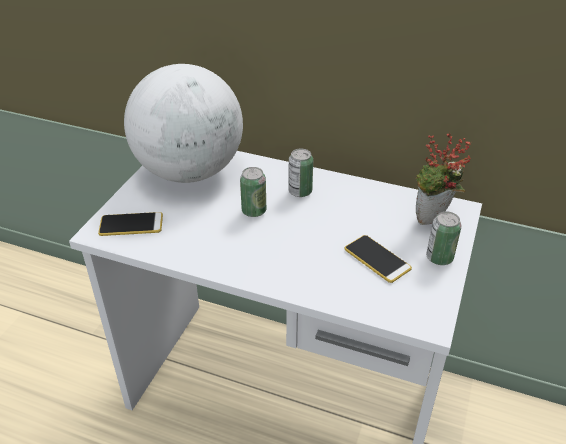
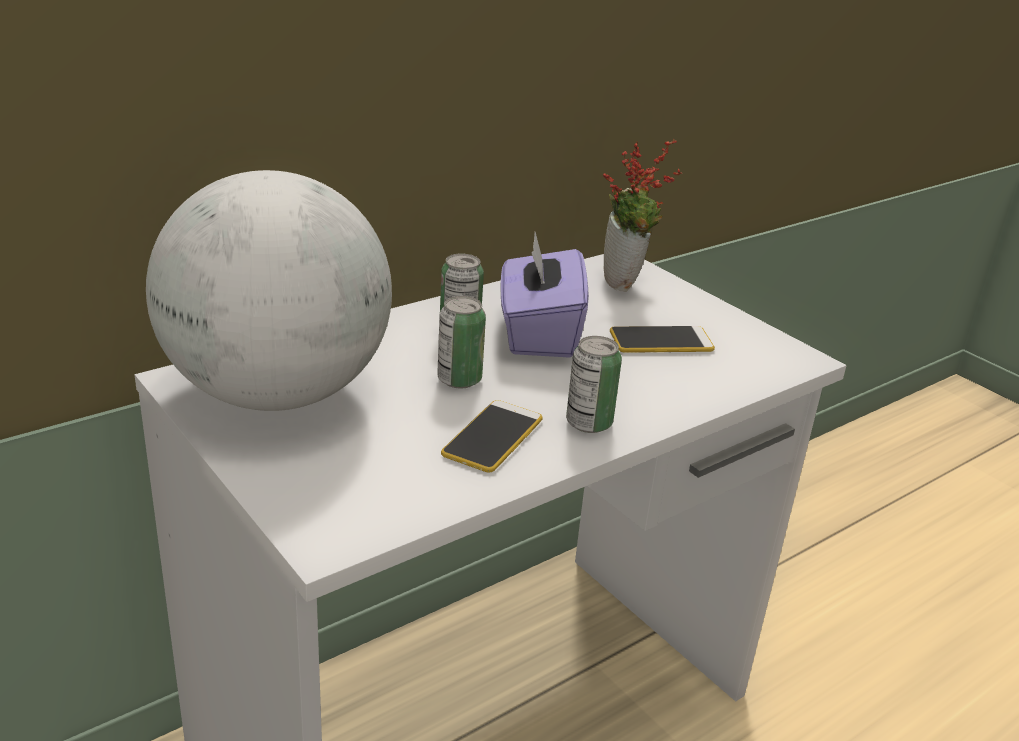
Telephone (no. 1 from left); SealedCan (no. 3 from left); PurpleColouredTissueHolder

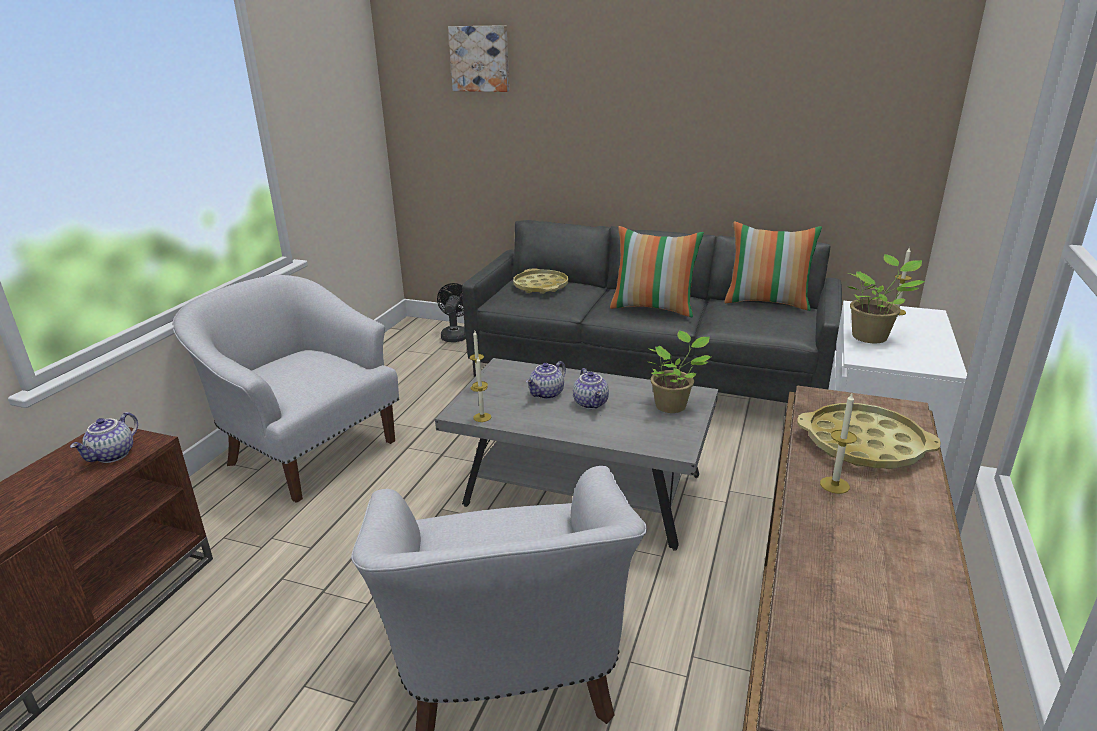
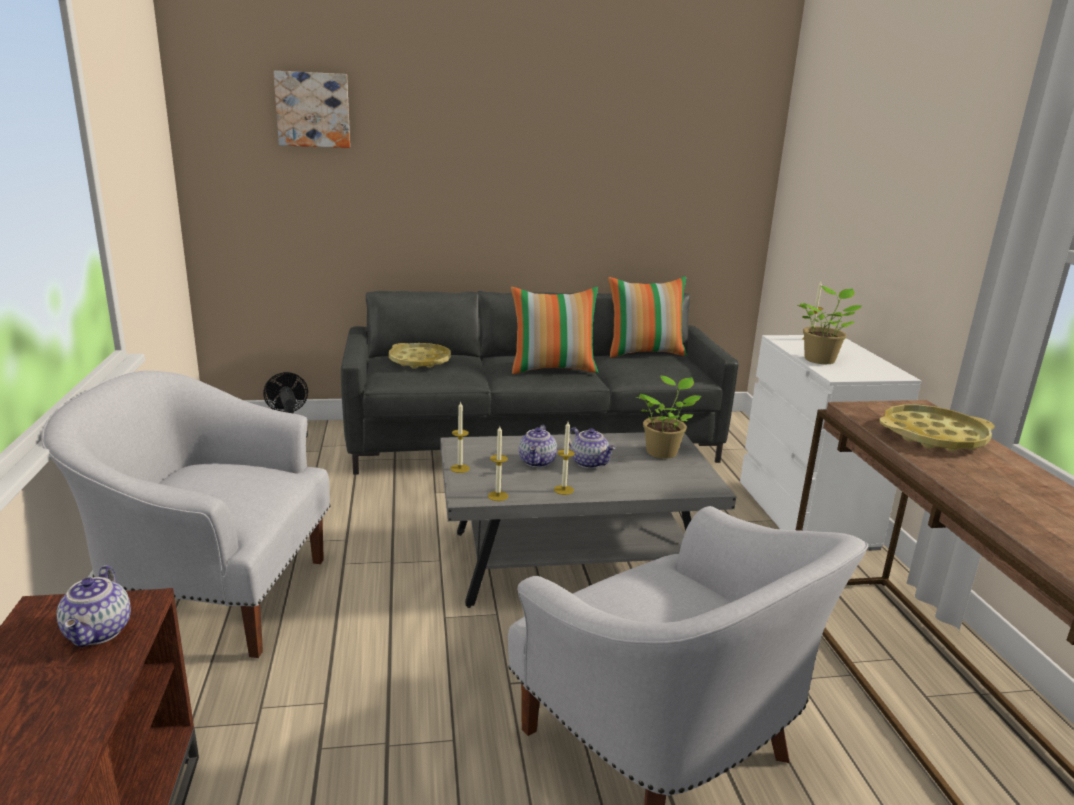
WaxLight (no. 3 from left)

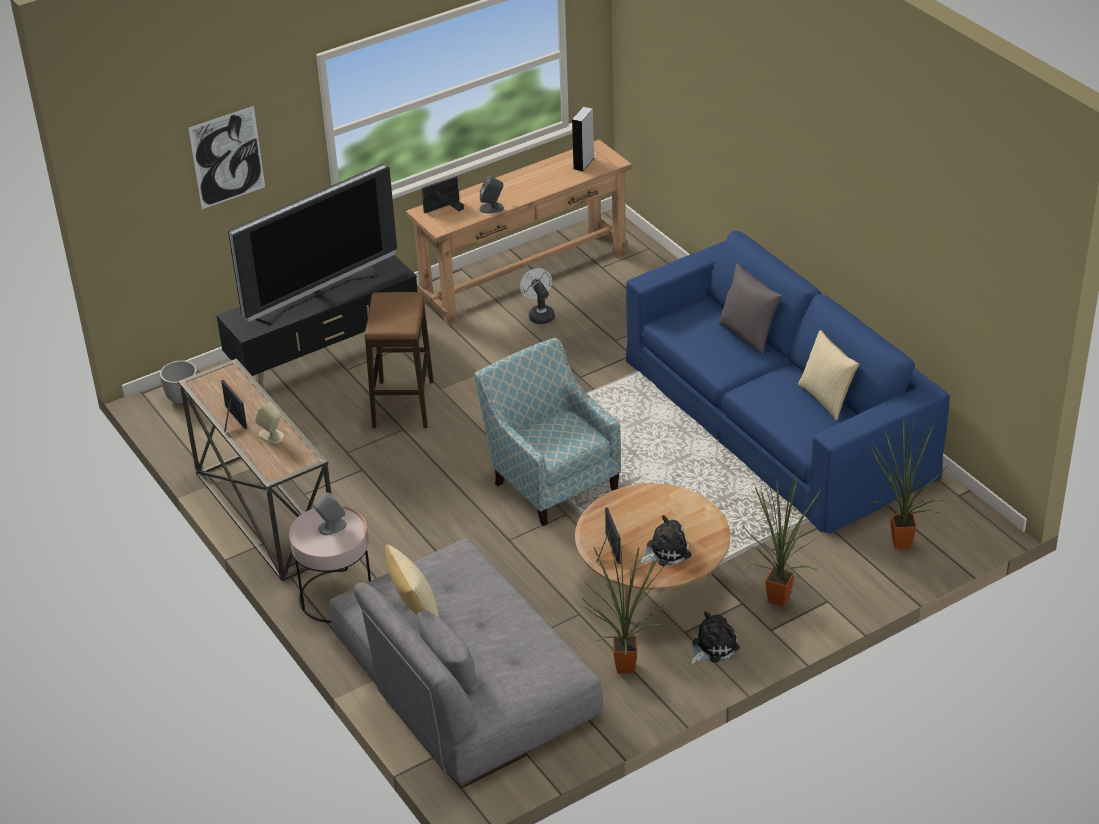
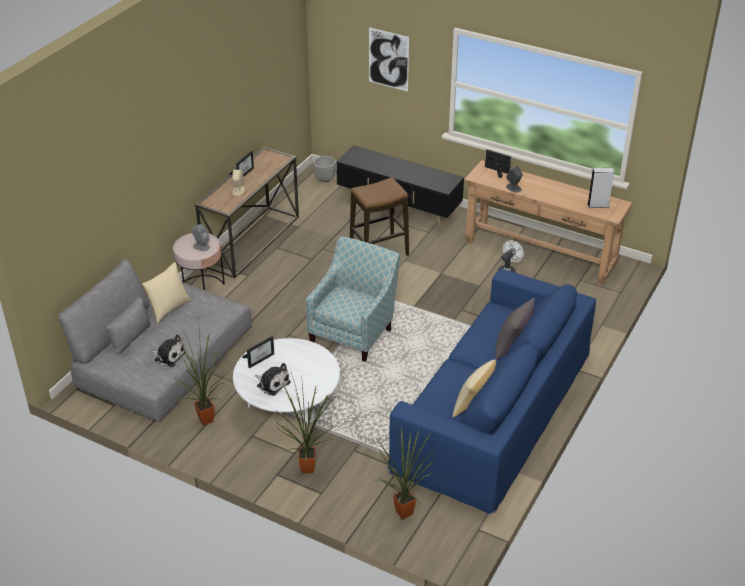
Television; WhitishCoffeeTable; PlushToy (no. 1 from left)

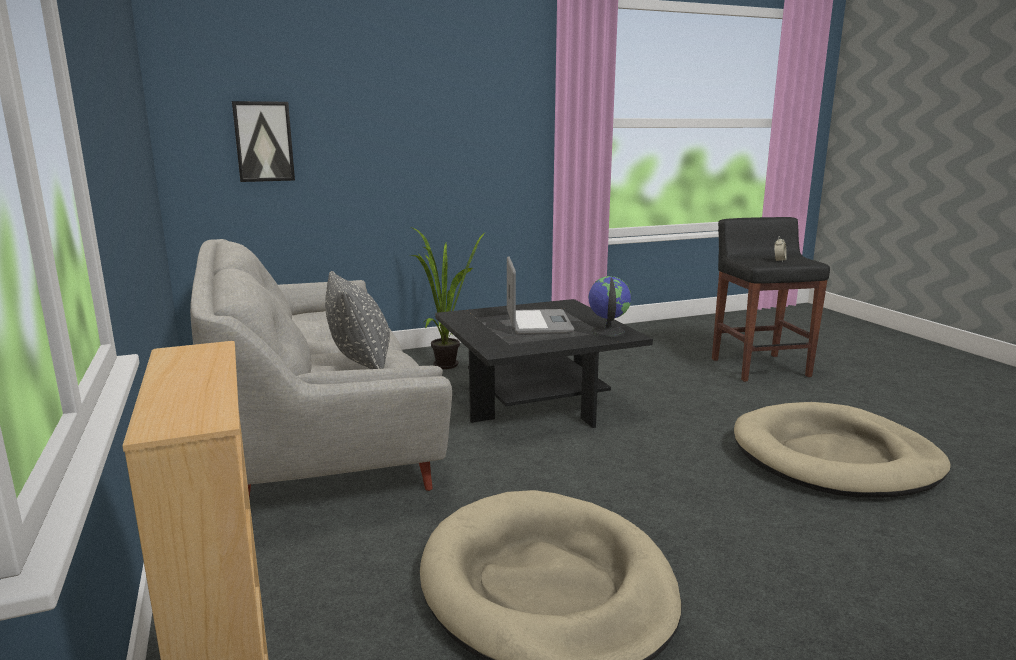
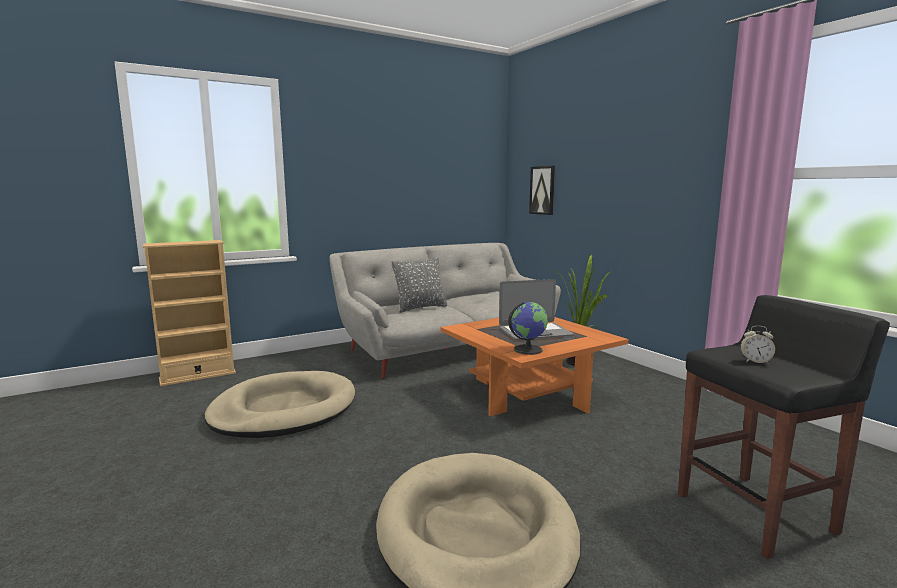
OrangeyCoffeeTable

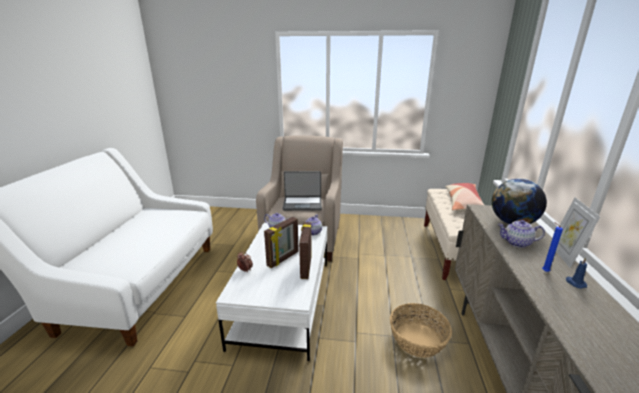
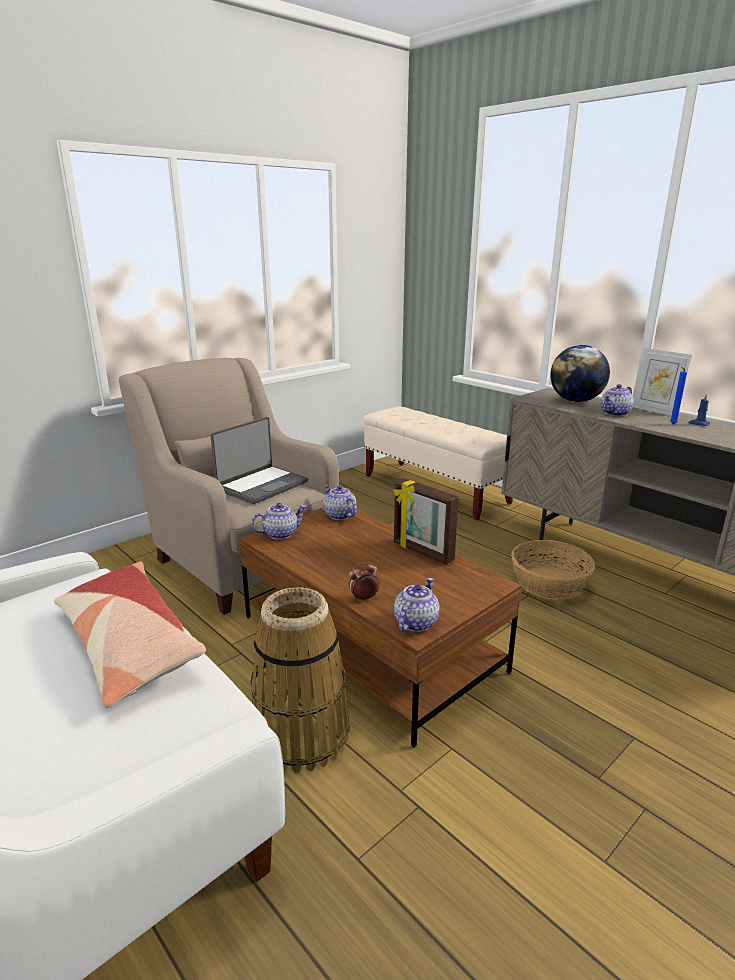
BrownishCoffeeTable; PictureFrame (no. 1 from left in the first image); ThrowPillow; Basket (no. 1 from left); Teapot (no. 3 from left)

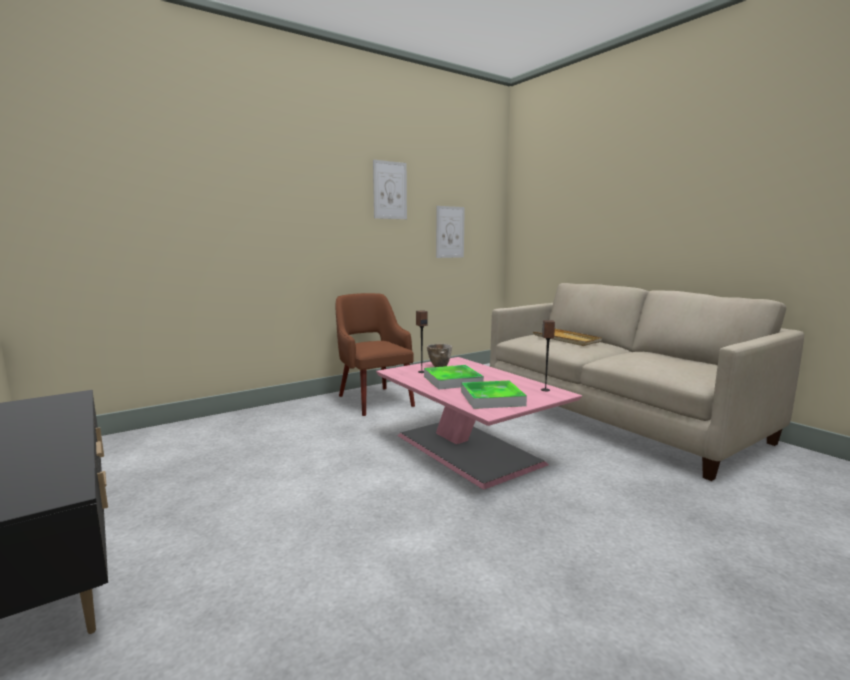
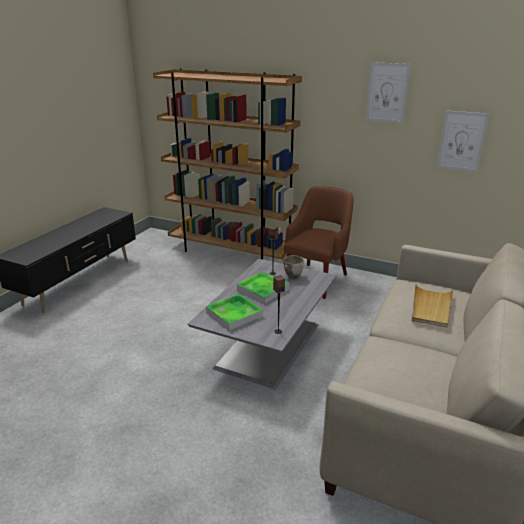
GreyCoffeeTable; BrownishBookshelf

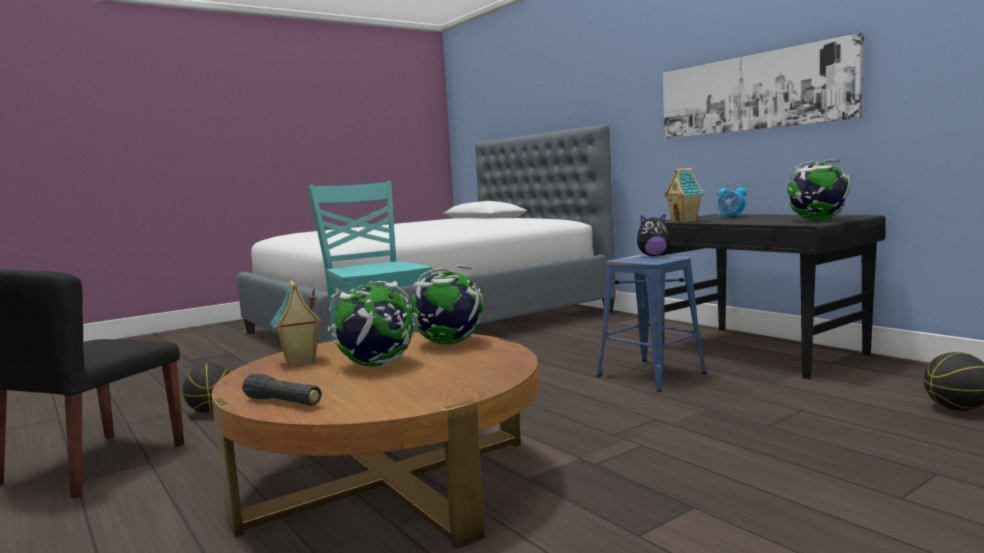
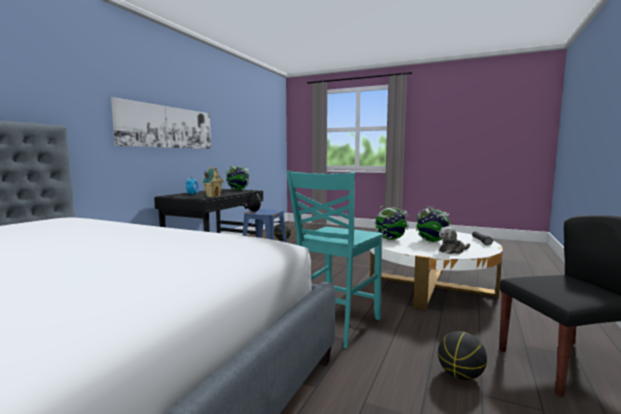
WhitishCoffeeTable; PlushToy (no. 2 from left)

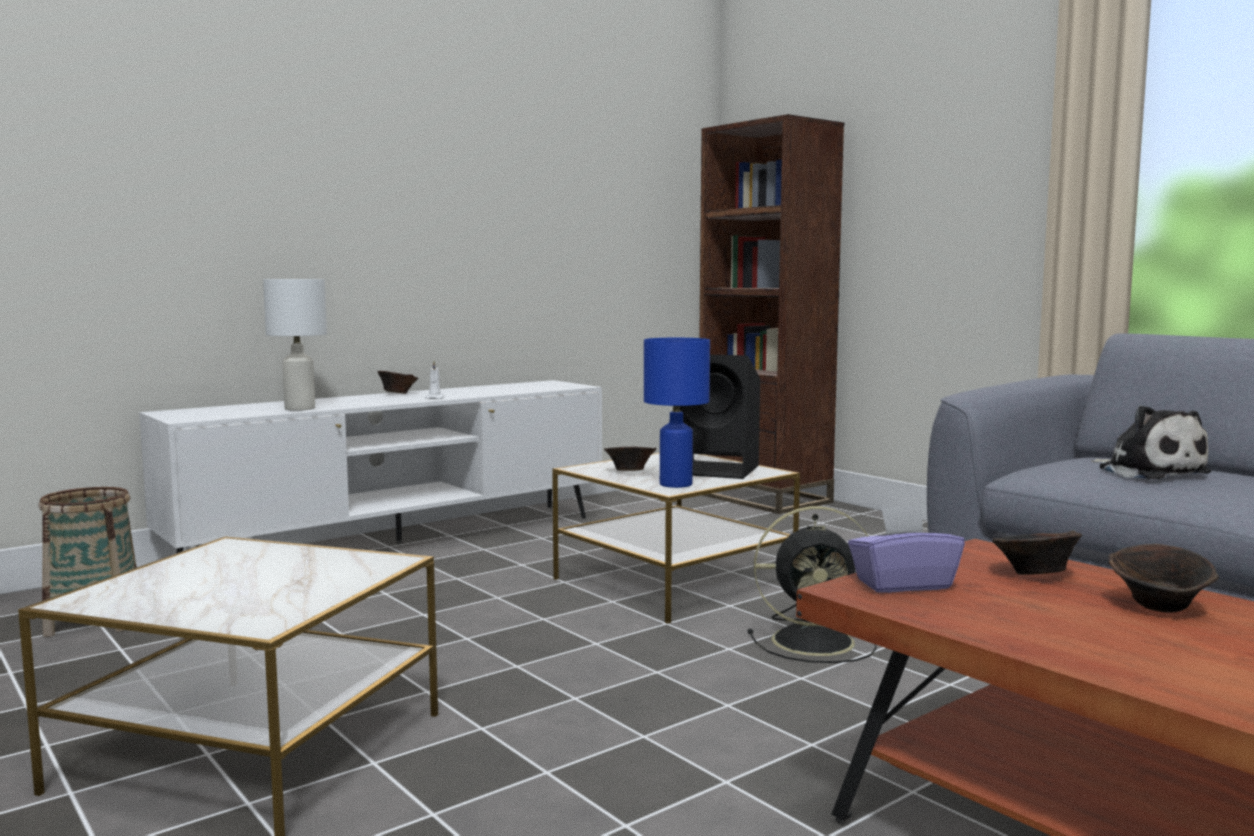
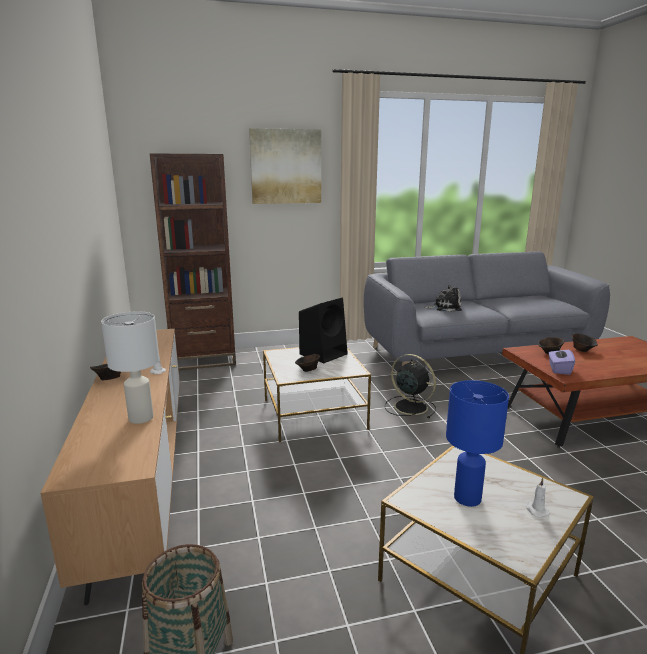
BrownishMediaConsole; BlueColouredTabletopLamp; BlackCoolingFan; WallPicture; WhitishWaxLight (no. 2 from left)

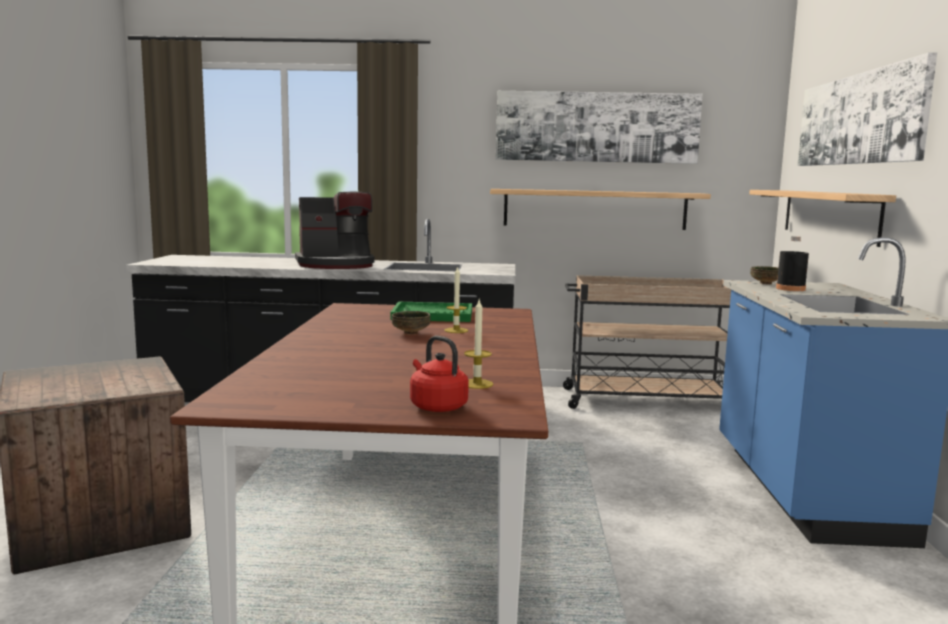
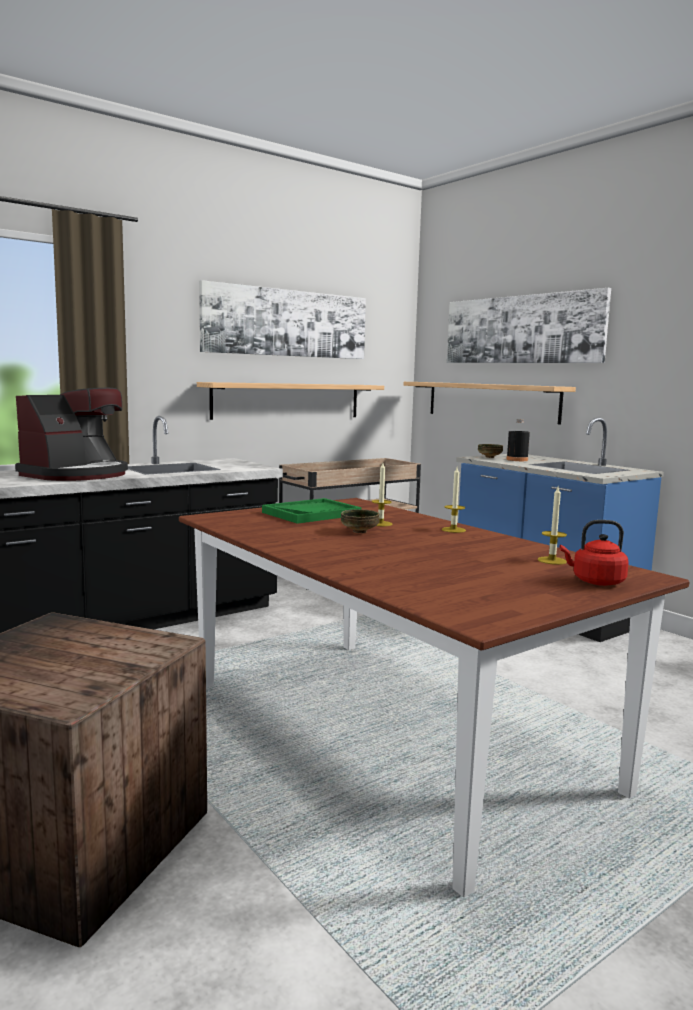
WaxLight (no. 2 from left)

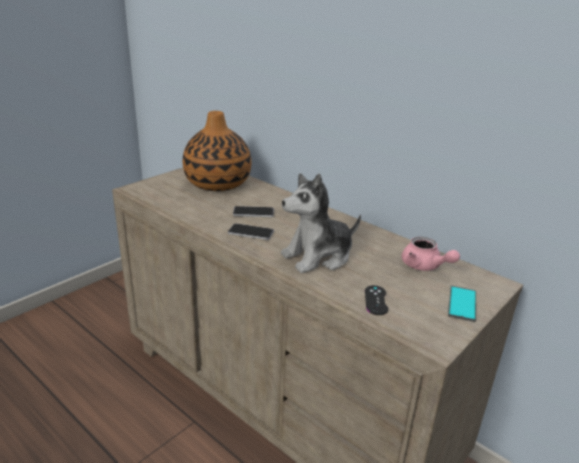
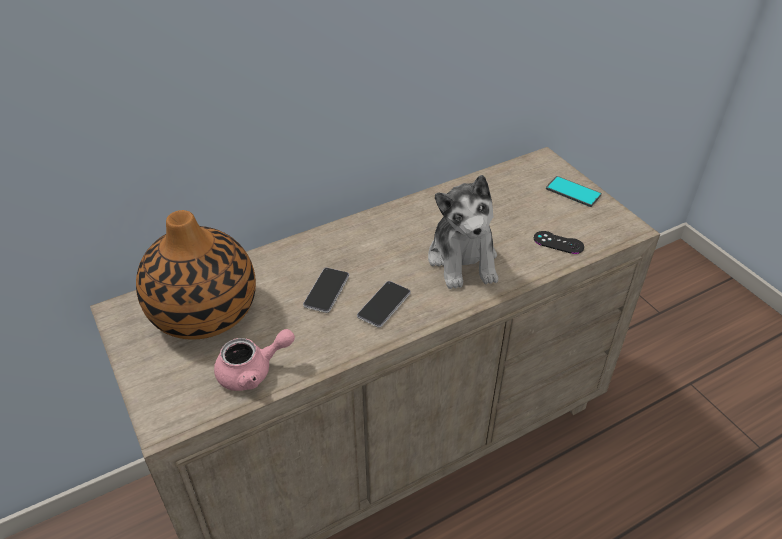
PinkishTeapot

